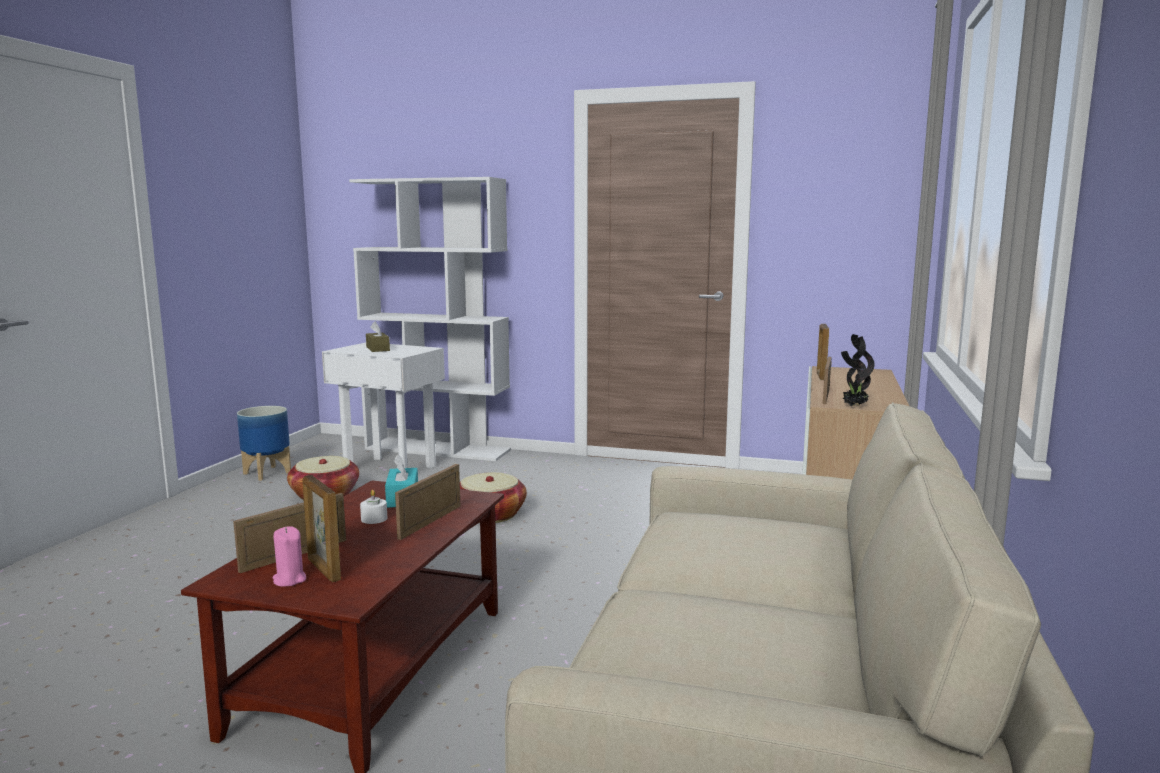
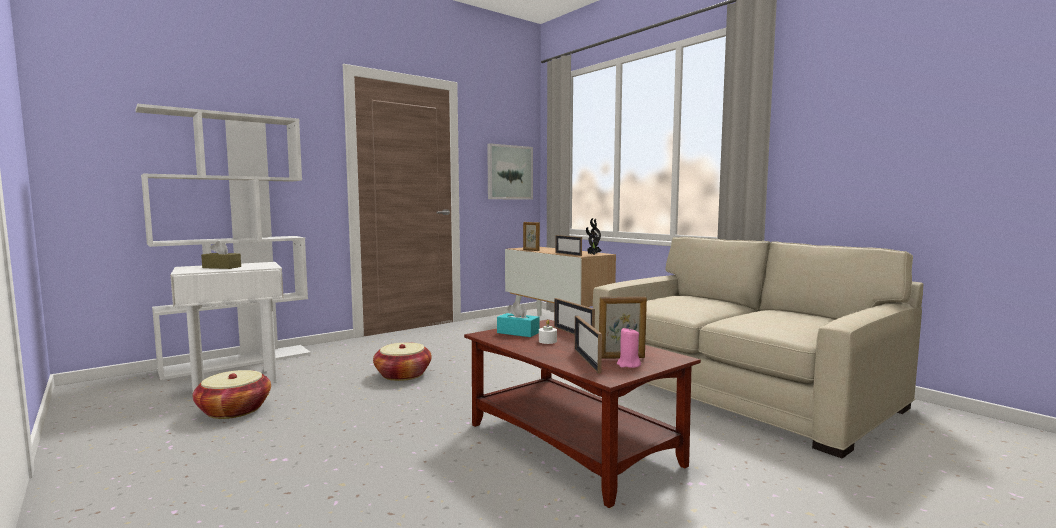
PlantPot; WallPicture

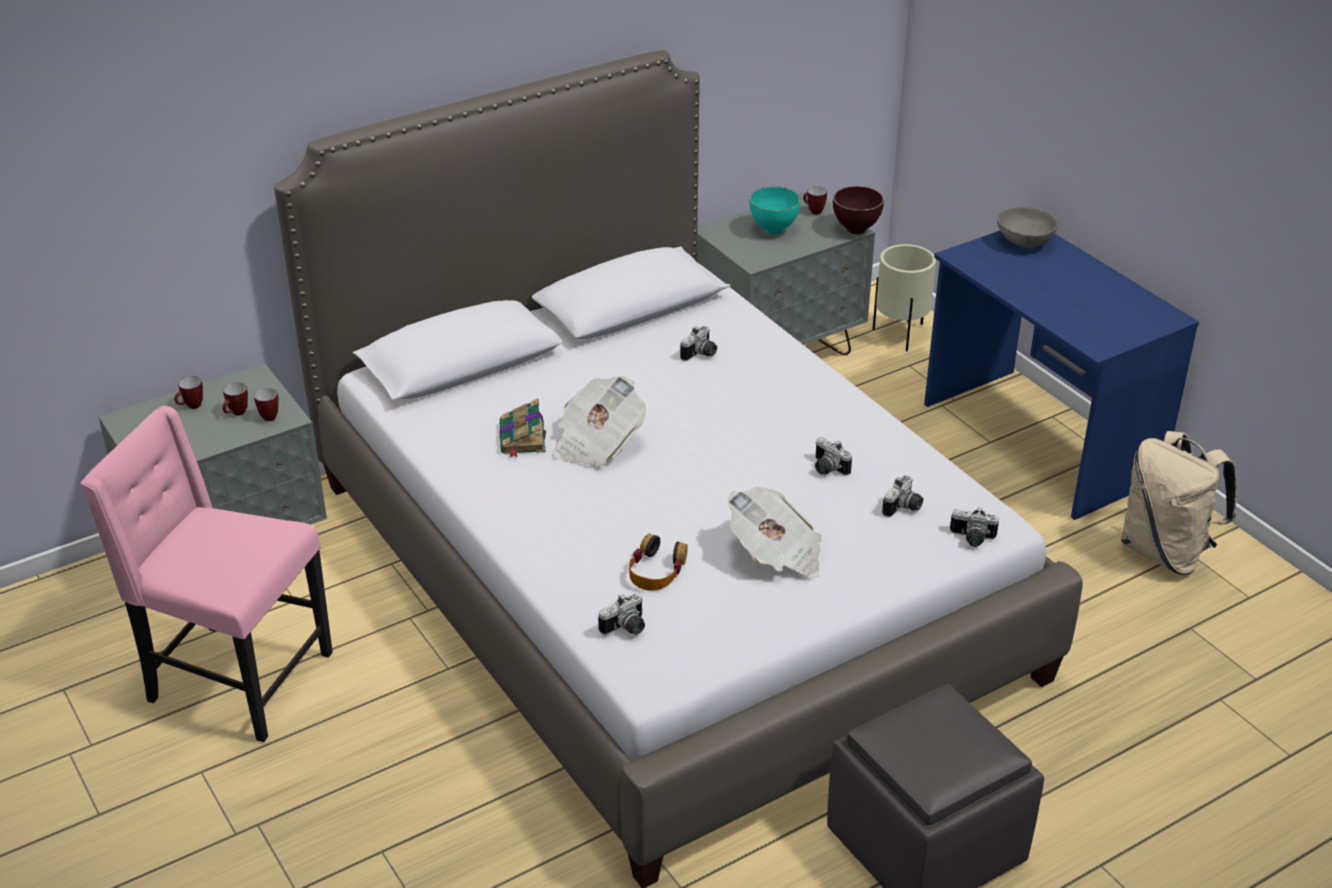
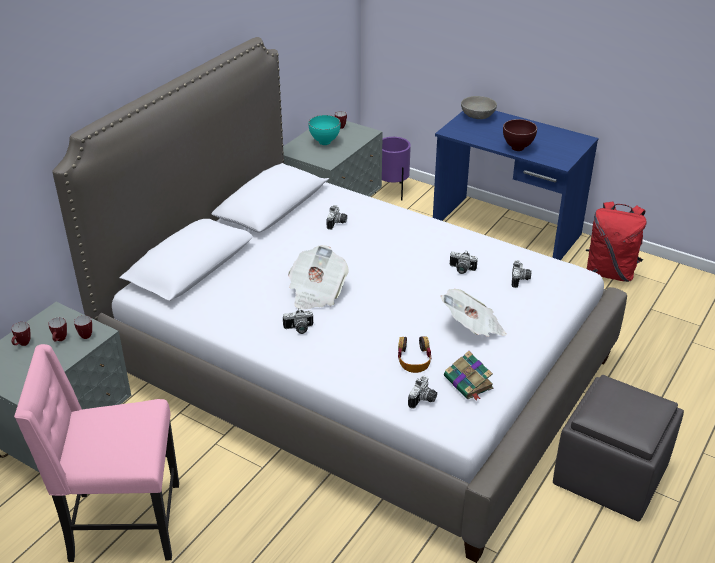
Volume; BrownishServingBowl; PurpleColouredPlantPot; PhotoCamera (no. 1 from left); RedColouredBackpack

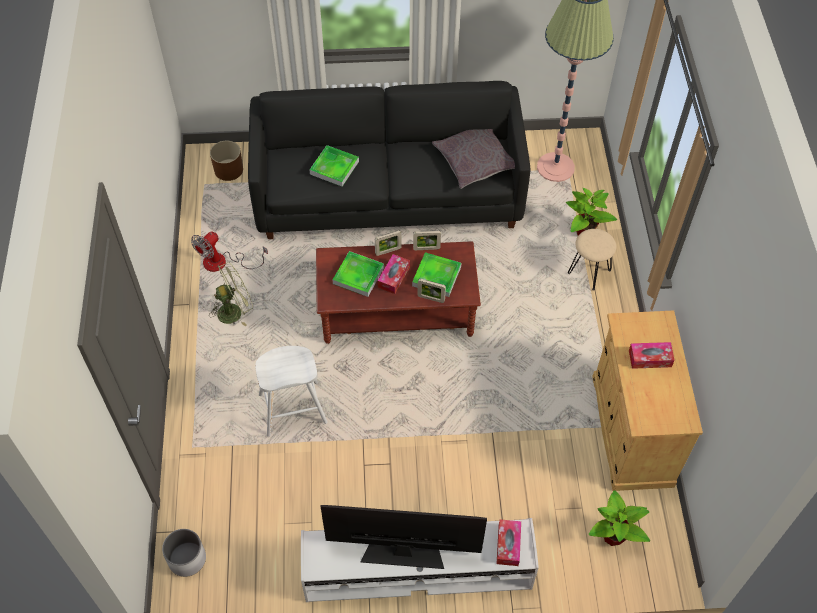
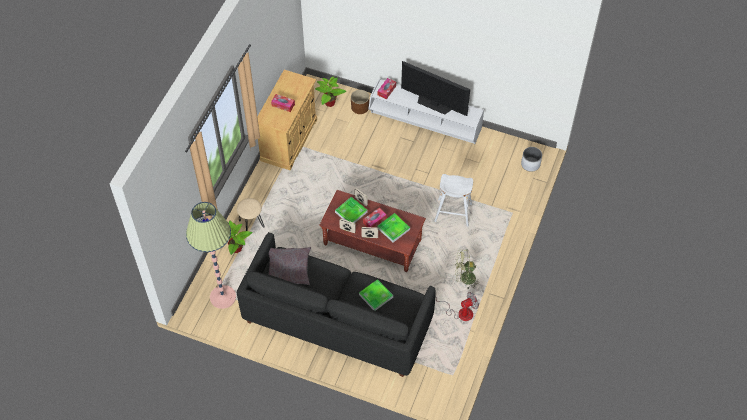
BrownishPlantPot

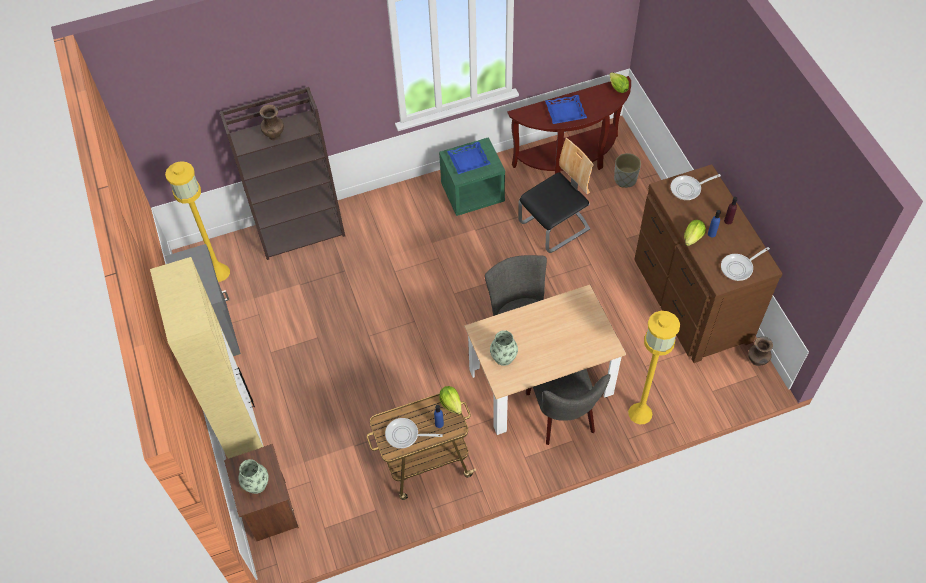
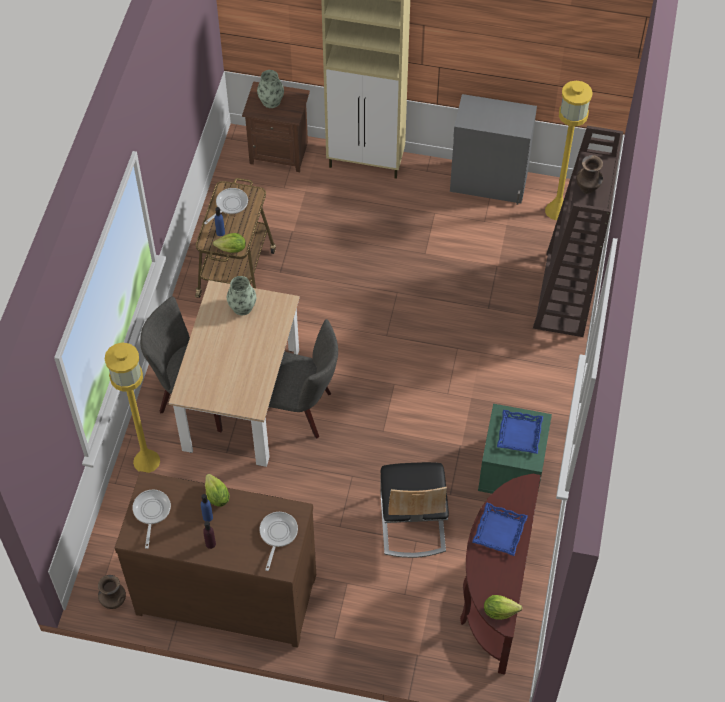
GreyPlantPot

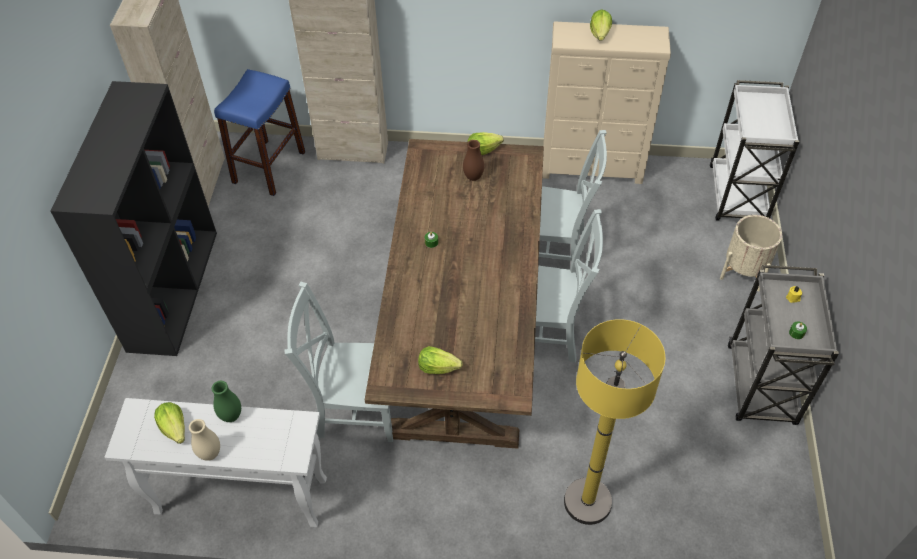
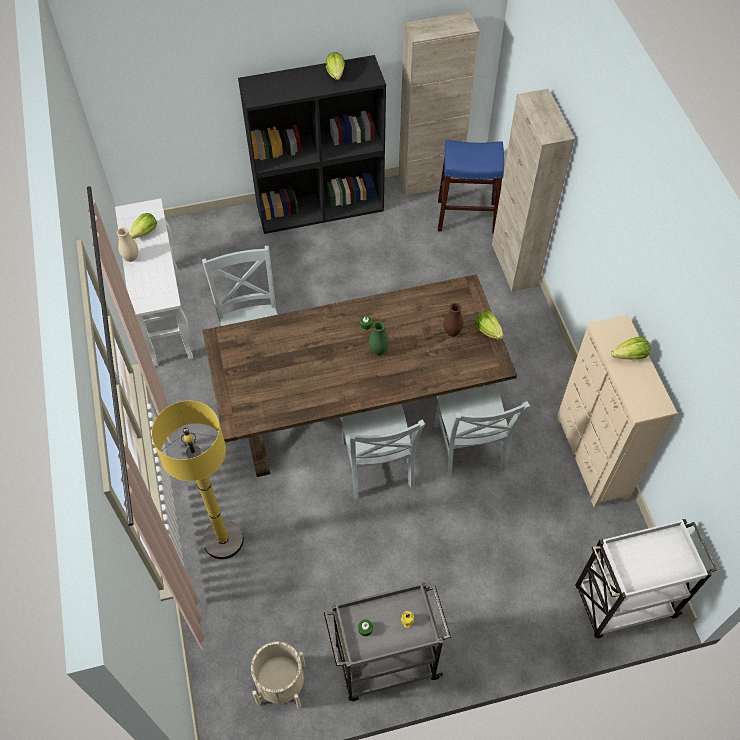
GreenColouredFlowerVase; HeadOfLettuce (no. 2 from left); BeigeColouredPlantPot

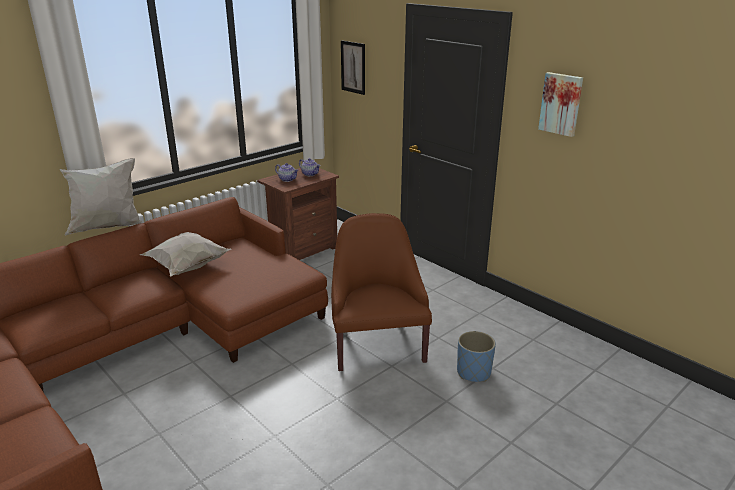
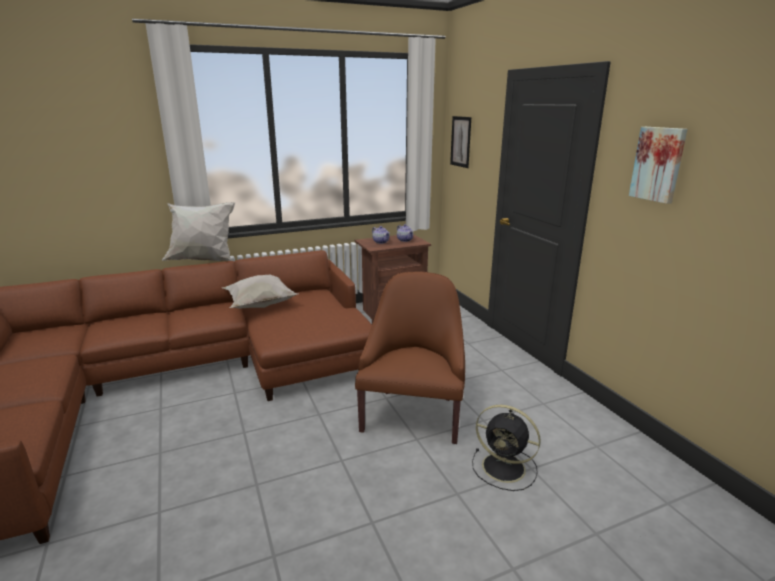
BlackCoolingFan

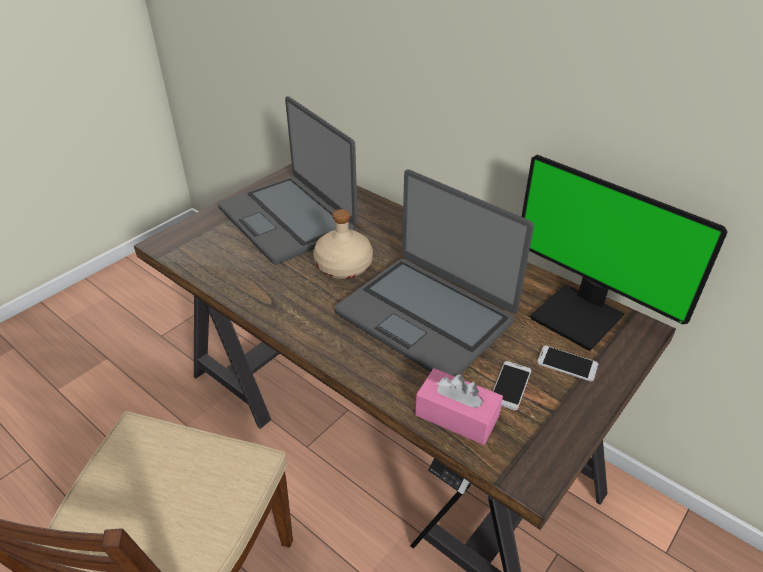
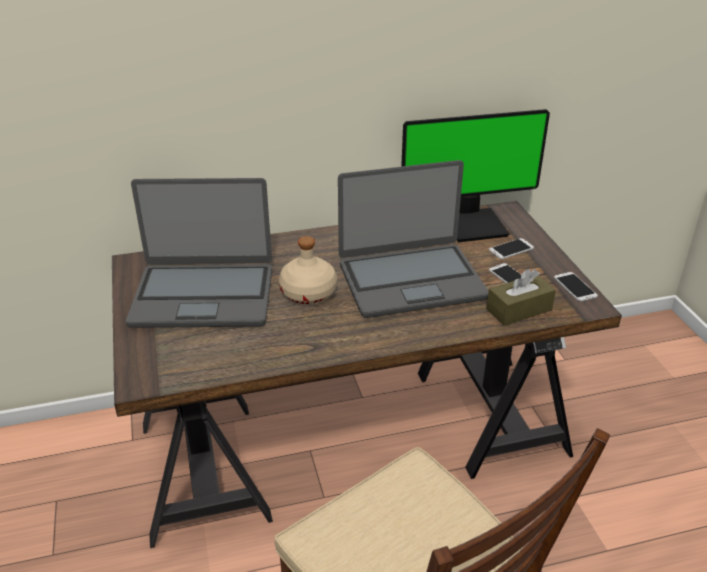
BrownishTissueHolder; Telephone (no. 3 from left)

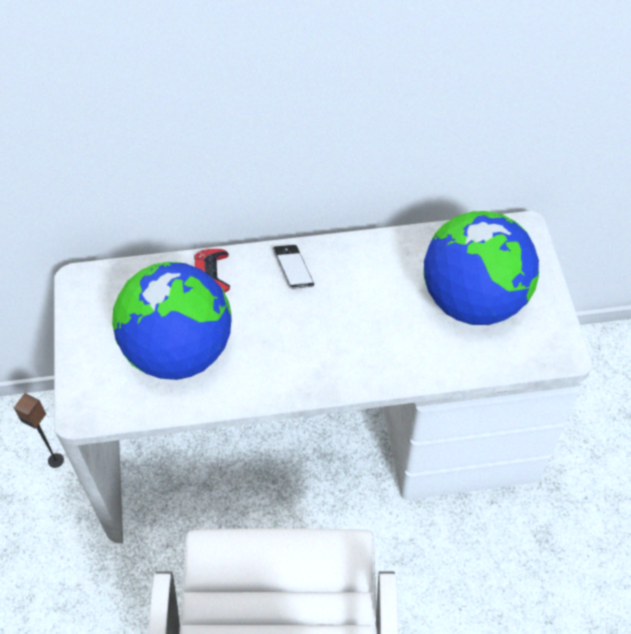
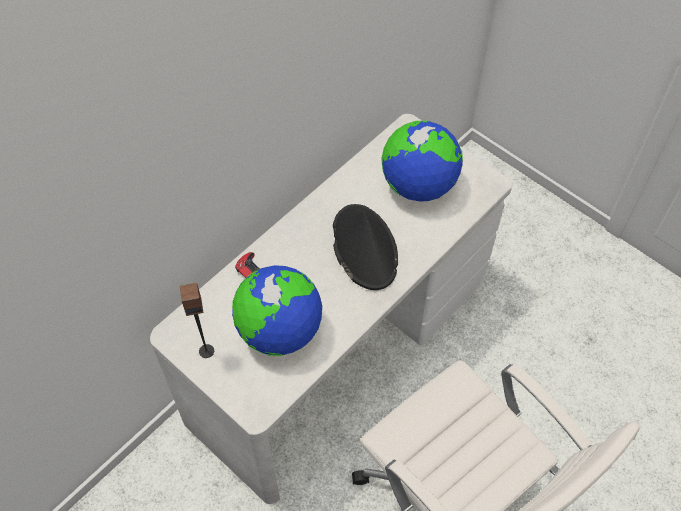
Speaker; Telephone; BlackWearableHat

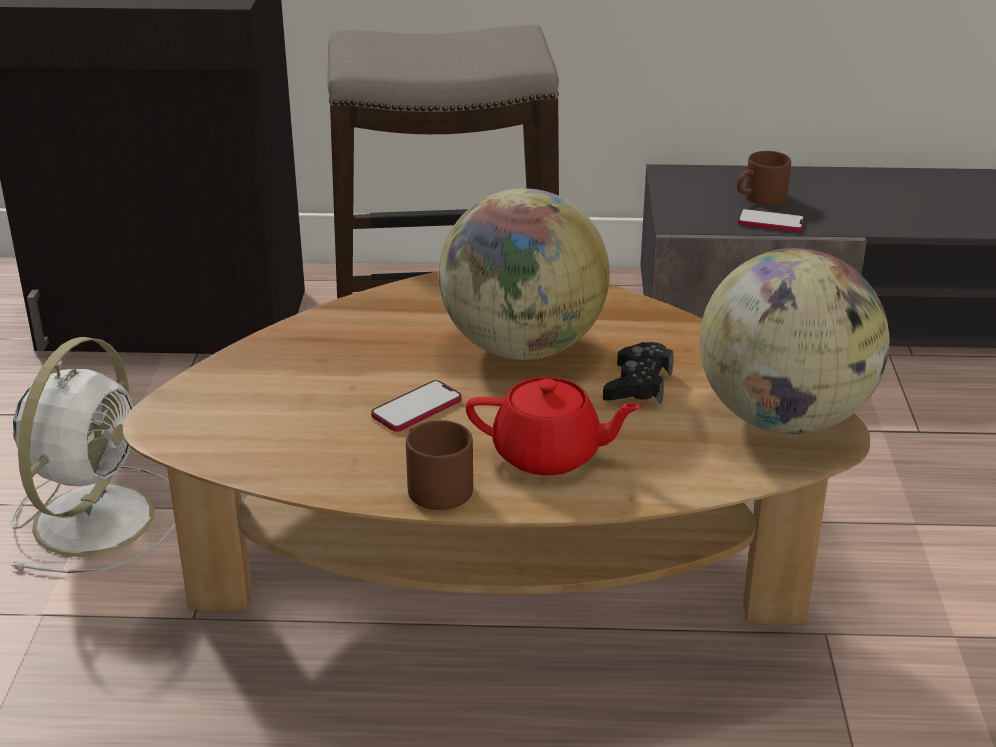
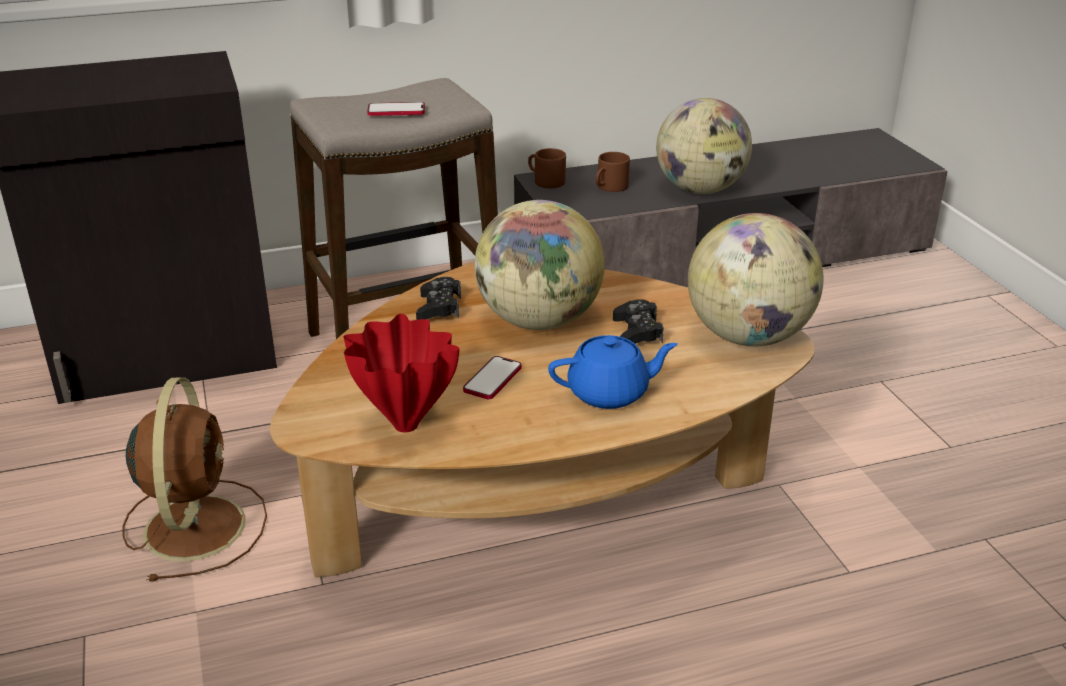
BrownishCoolingFan; BrownishMug (no. 1 from left); BlueColouredTeapot; Telephone (no. 1 from left); RedColouredFlowerVase; BlackGamepad (no. 1 from left); DeskGlobe (no. 2 from left)

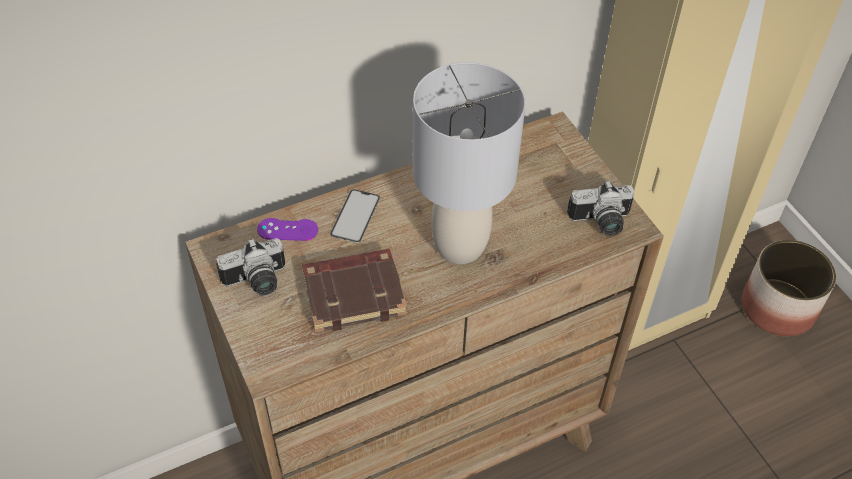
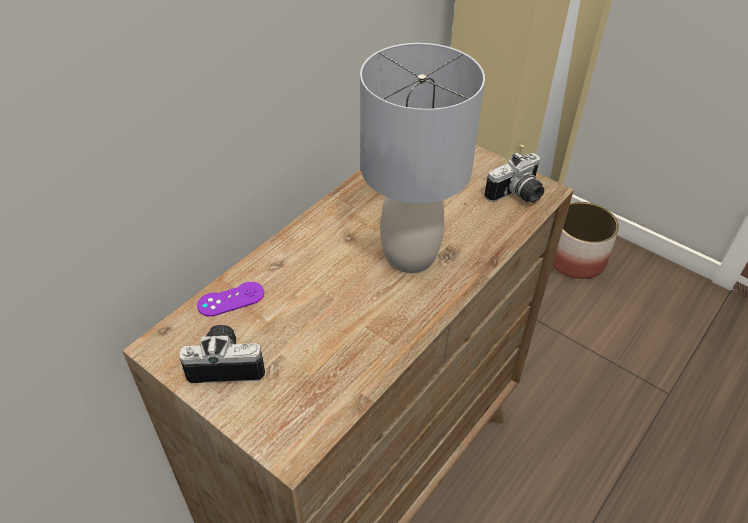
PhotoCamera (no. 1 from left); BrownishVolume; Telephone

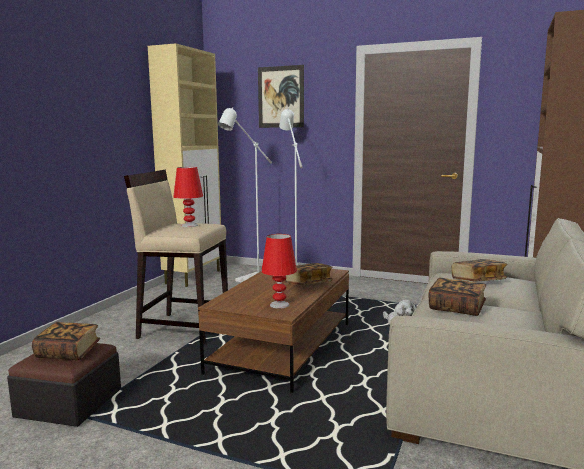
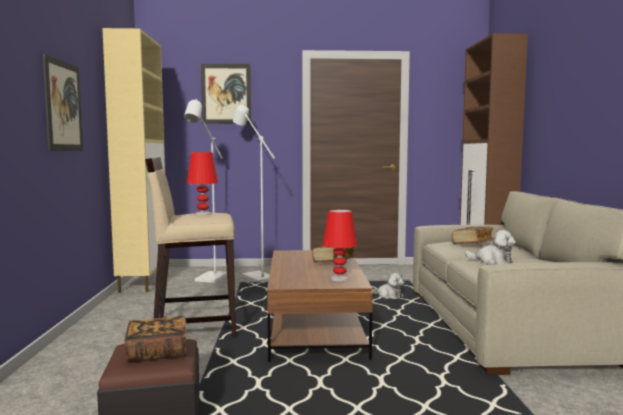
PlushToy (no. 2 from left); WallPicture (no. 1 from left)

